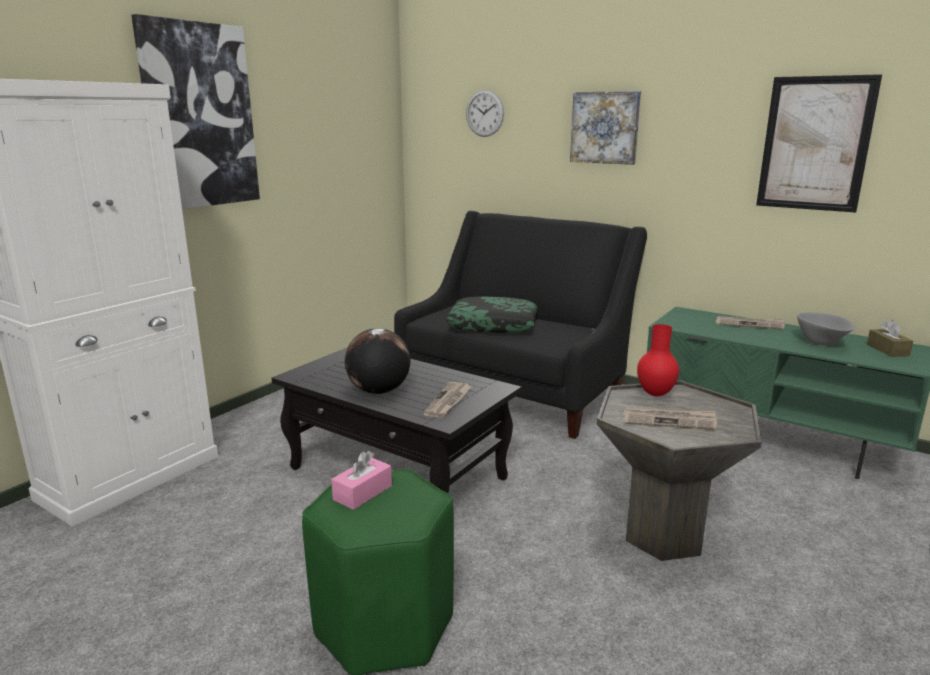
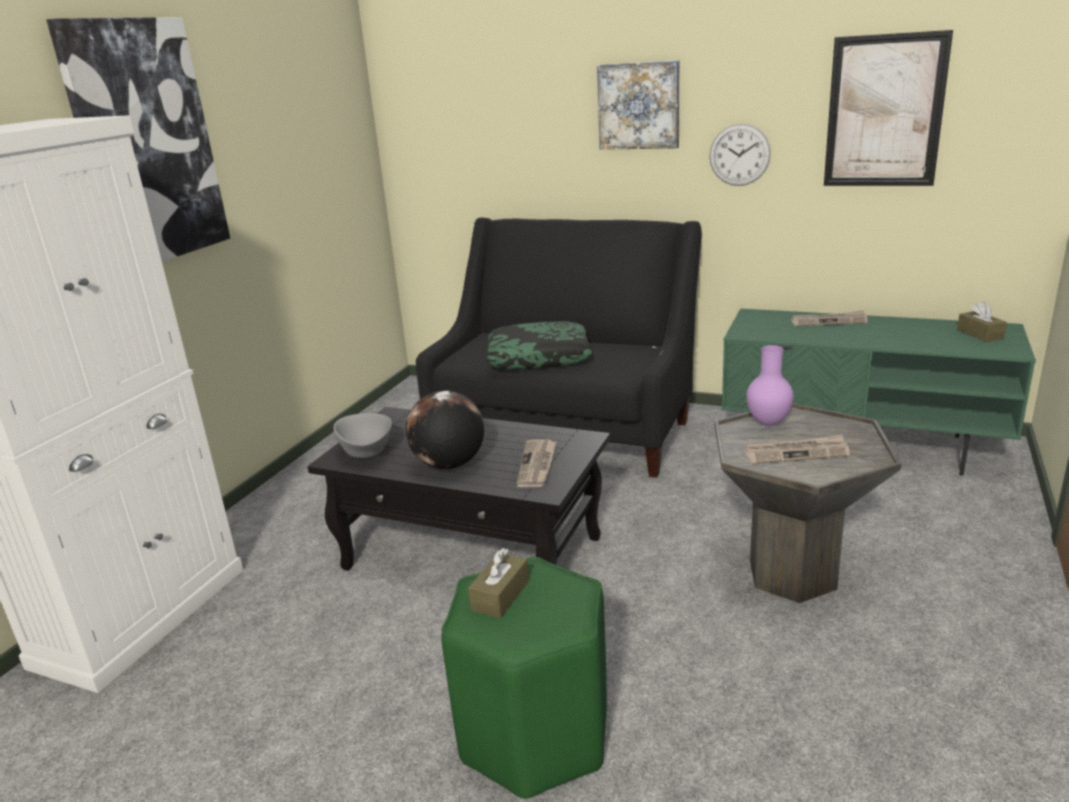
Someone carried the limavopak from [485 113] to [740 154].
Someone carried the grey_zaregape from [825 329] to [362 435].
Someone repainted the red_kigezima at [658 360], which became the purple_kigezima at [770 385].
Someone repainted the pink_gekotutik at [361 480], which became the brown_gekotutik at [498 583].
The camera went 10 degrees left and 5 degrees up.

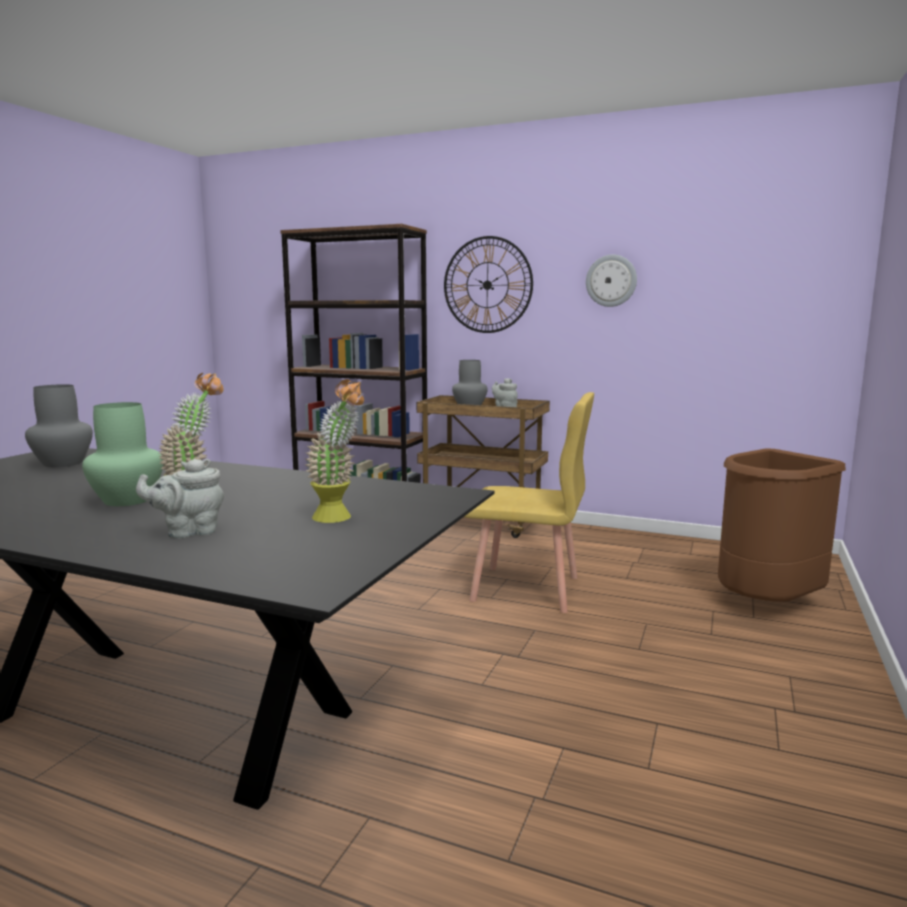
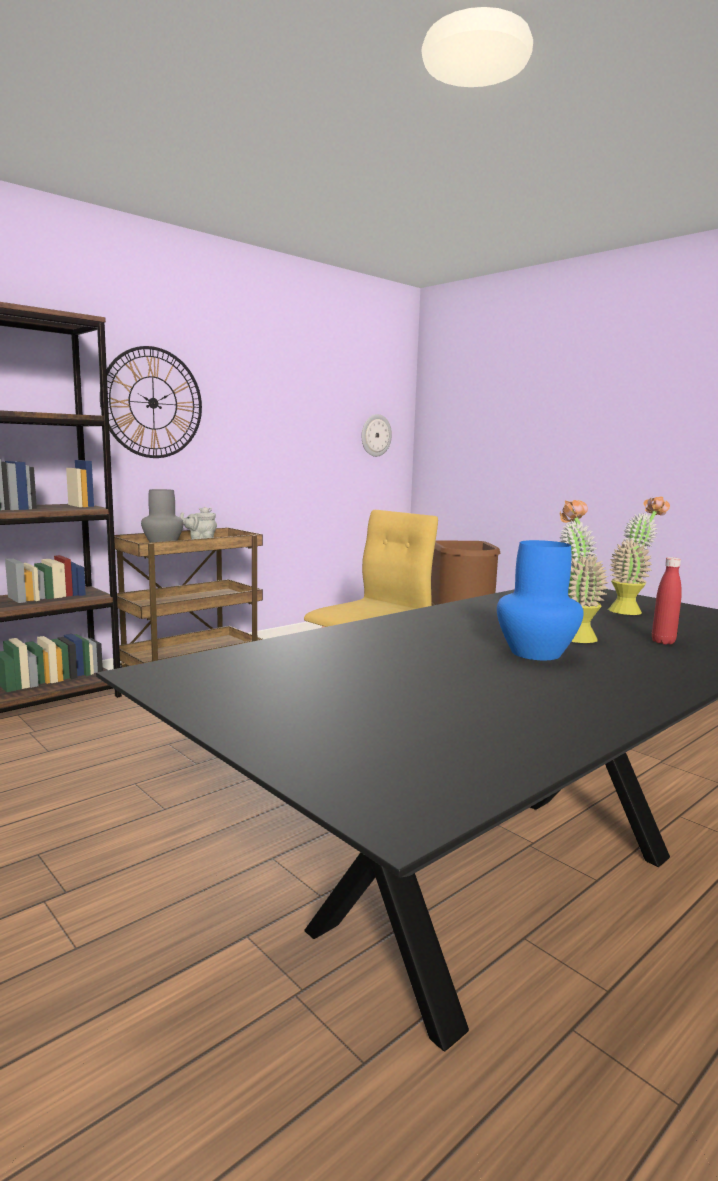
Someone carried the limavopak from [611 281] to [377 435].
Someone took away the grey_kigezima at [59 425].
Someone repainted the green_kigezima at [122 454], which became the blue_kigezima at [540 600].
Someone swapped the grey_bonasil at [180 498] for the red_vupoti at [667 600].
The camera went 65 degrees left and 0 degrees up.

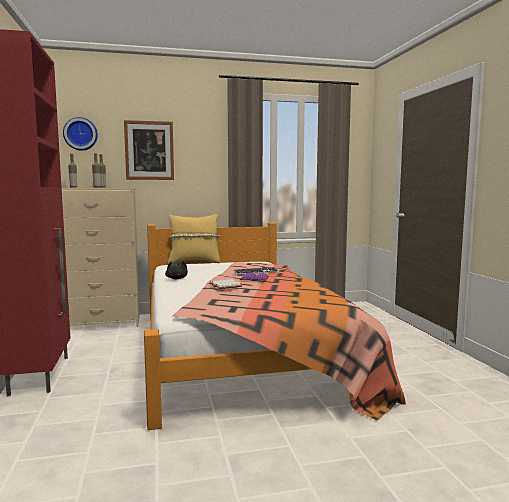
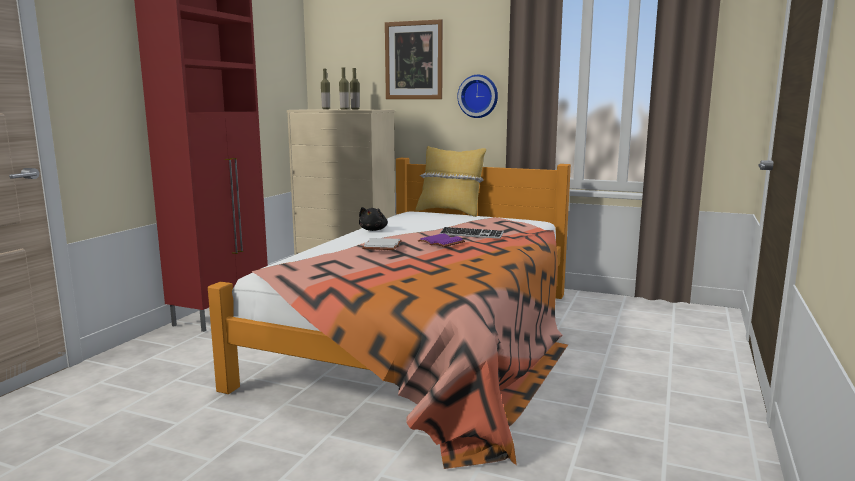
Someone carried the limavopak from [80 134] to [477 96].
The camera went 35 degrees right and 5 degrees up.

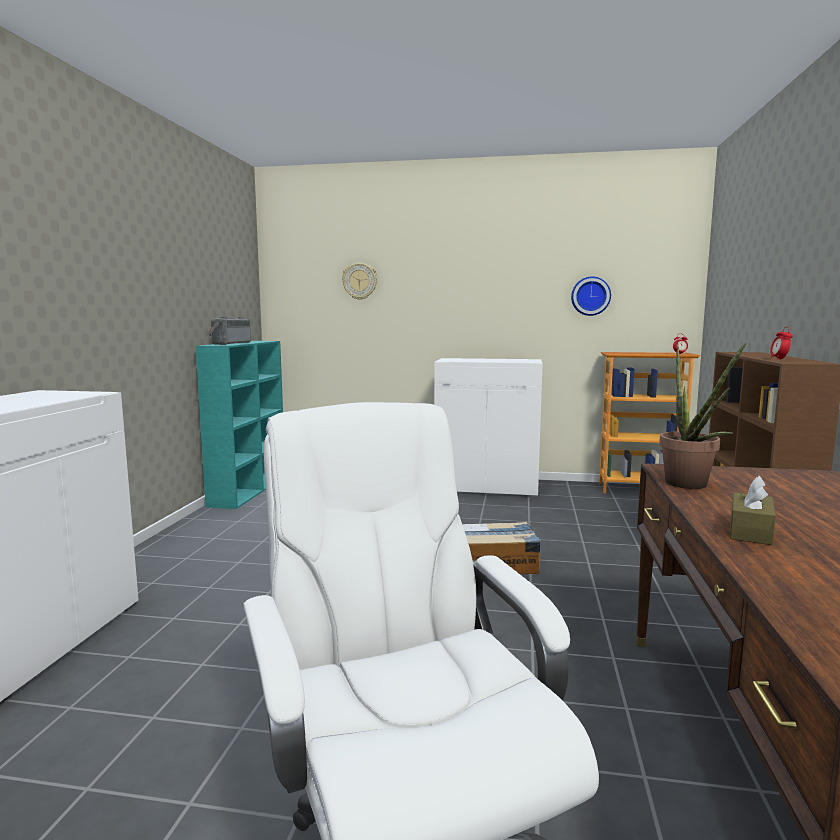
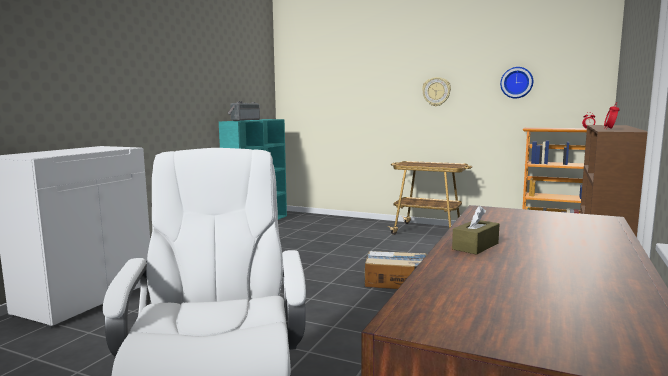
Someone carried the limavopak from [359 281] to [436 91].
Someone took away the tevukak at [703 416].
Someone swapped the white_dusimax at [488 428] for the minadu at [429 198].
The camera went 15 degrees right and 0 degrees up.

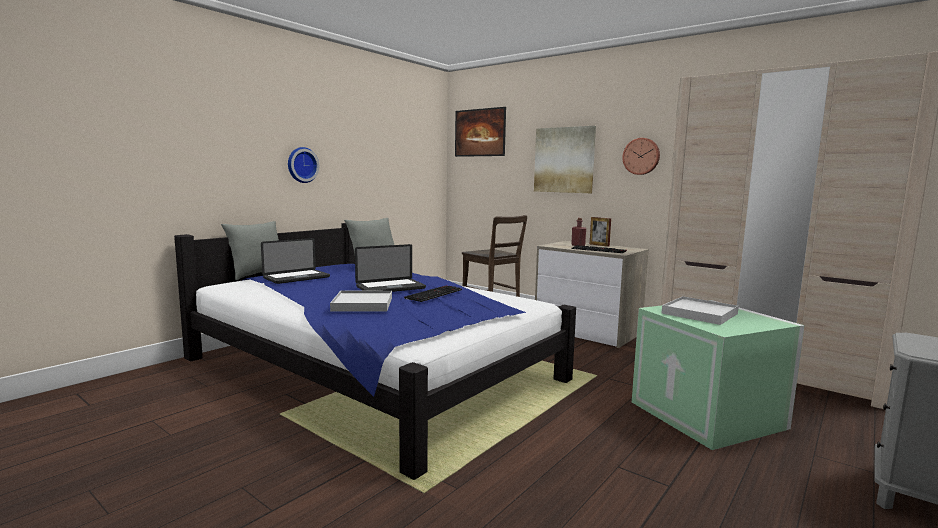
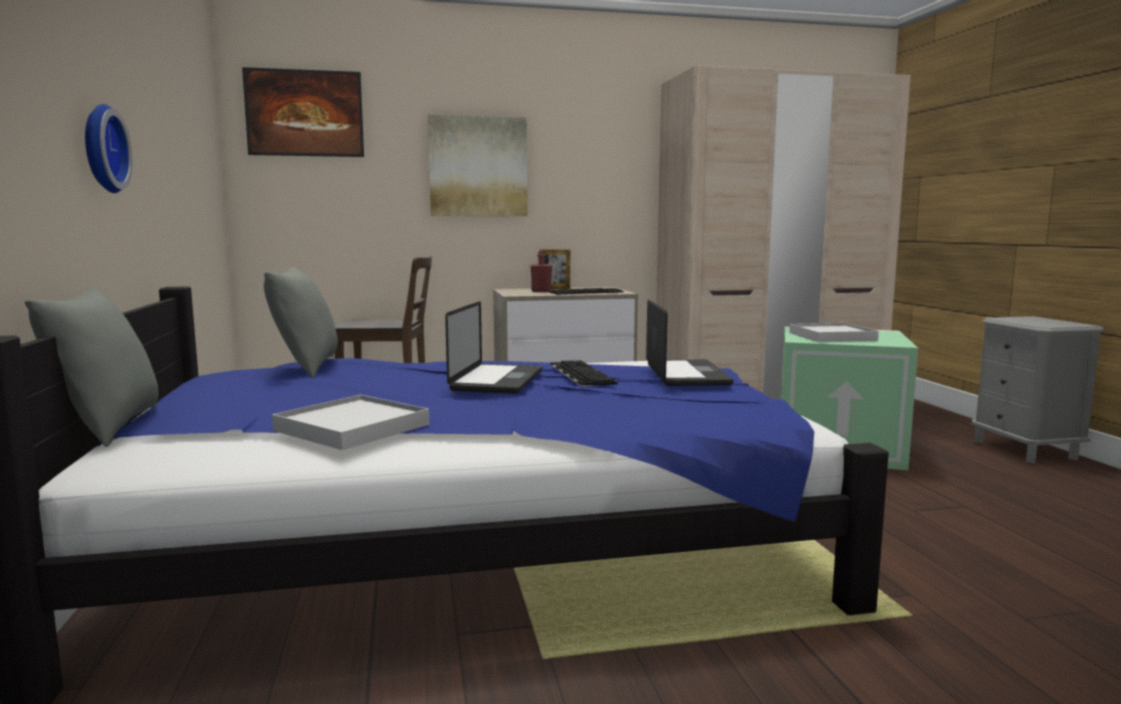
Someone took away the limavopak at [641 156].
Someone carried the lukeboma from [295 261] to [690 343].
Someone carried the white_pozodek from [361 301] to [351 422].
The camera went 50 degrees left and 0 degrees up.

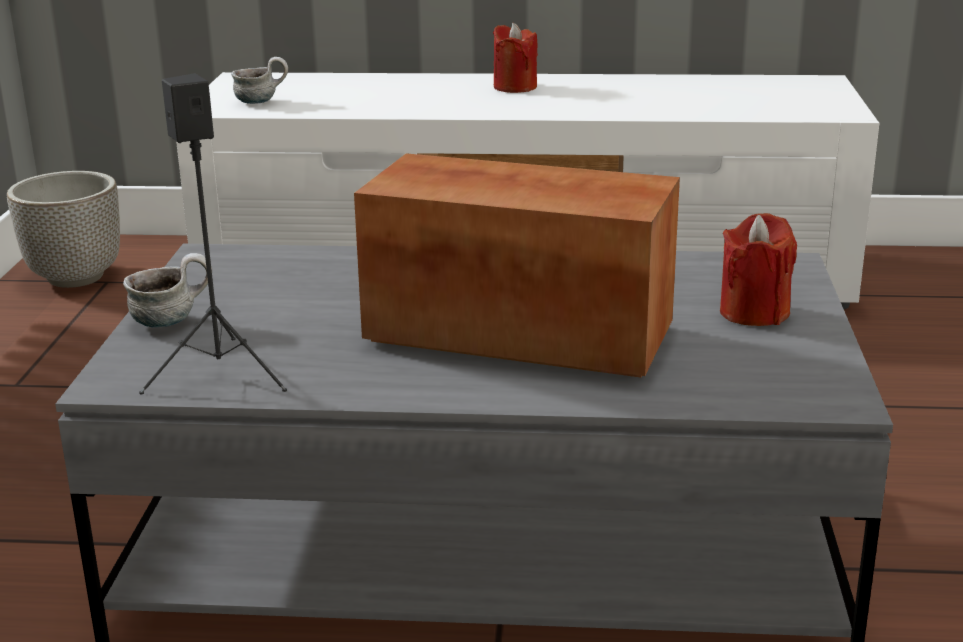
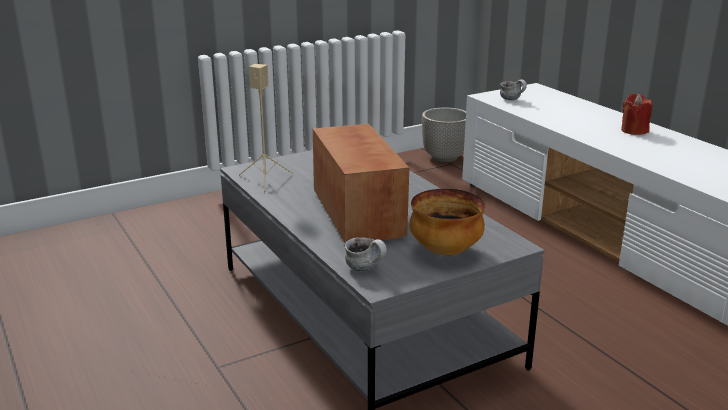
Someone repainted the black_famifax at [213 233], which became the beige_famifax at [266 128].
Someone swapped the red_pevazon at [758 269] for the zaregape at [447 222].
Someone carried the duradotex from [167 290] to [366 254].
The camera went 55 degrees right and 0 degrees up.

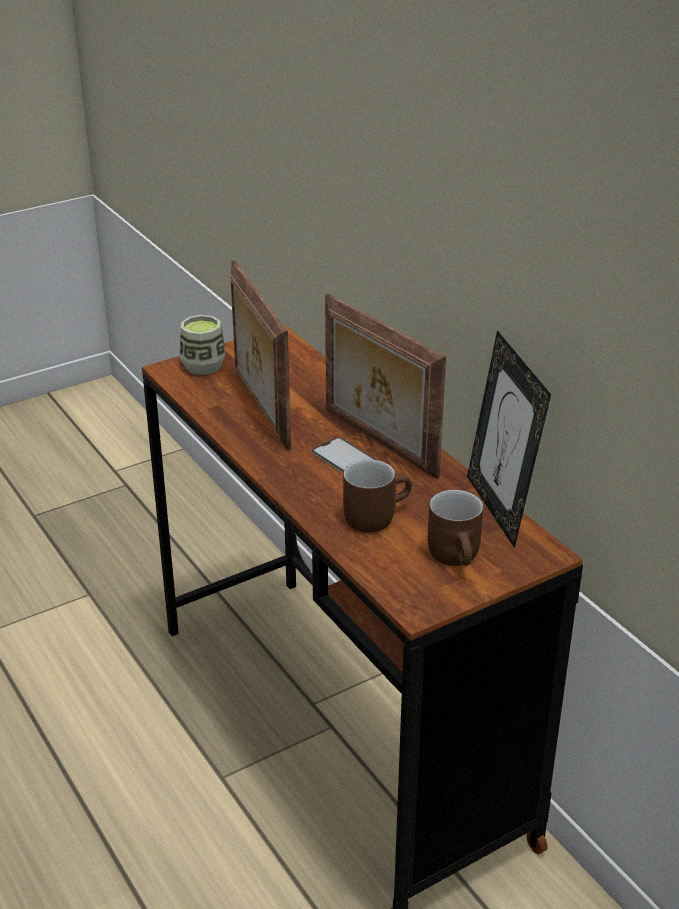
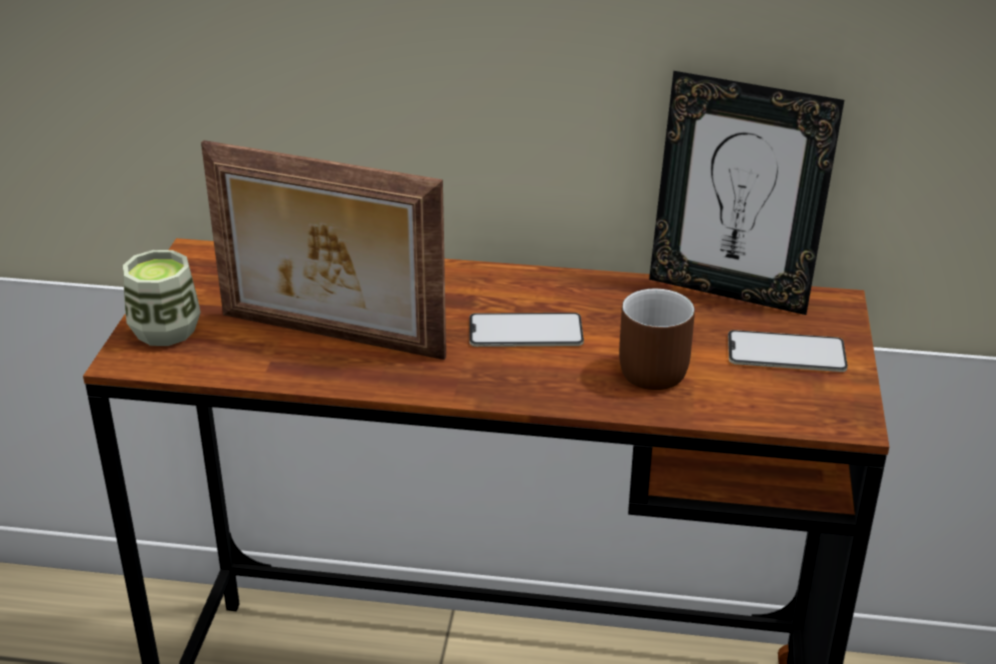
Someone took away the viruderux at [385 386].
Someone swapped the brown_duradotex at [455 528] for the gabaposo at [788 351].
The camera went 50 degrees left and 0 degrees up.

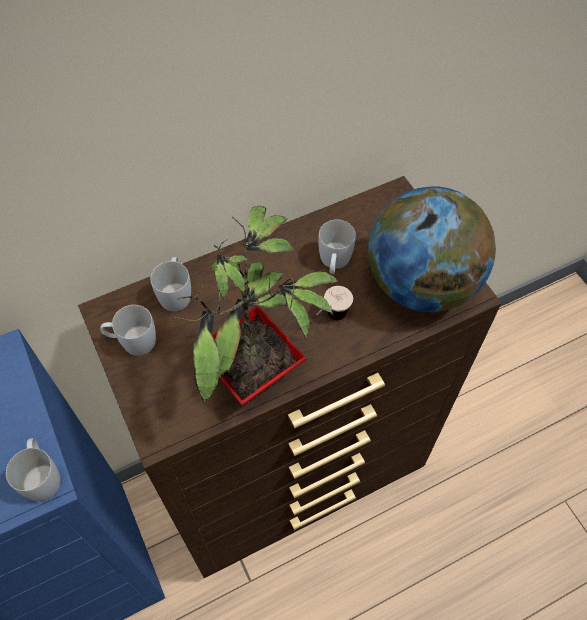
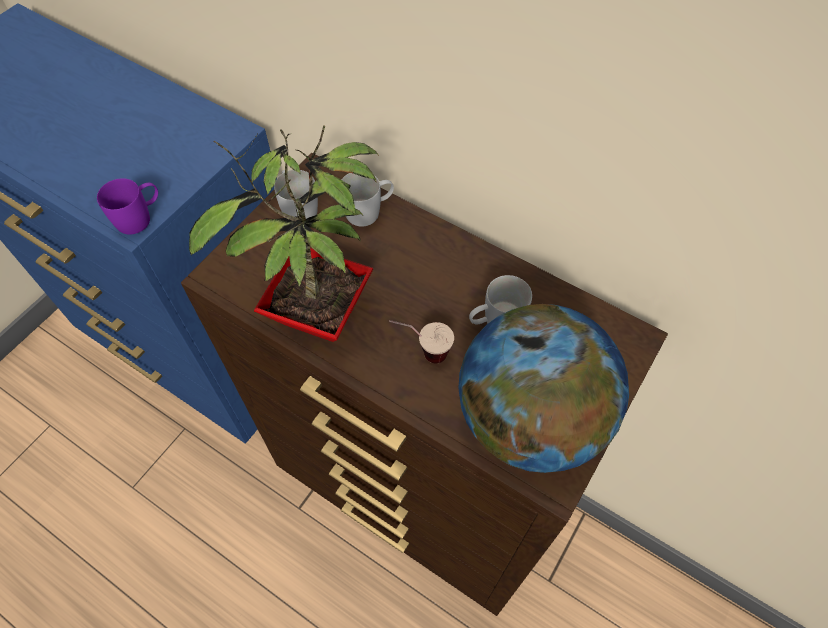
Someone repainted the white_duradotex at [33 469], which became the purple_duradotex at [127 206].
The camera went 60 degrees right and 0 degrees up.

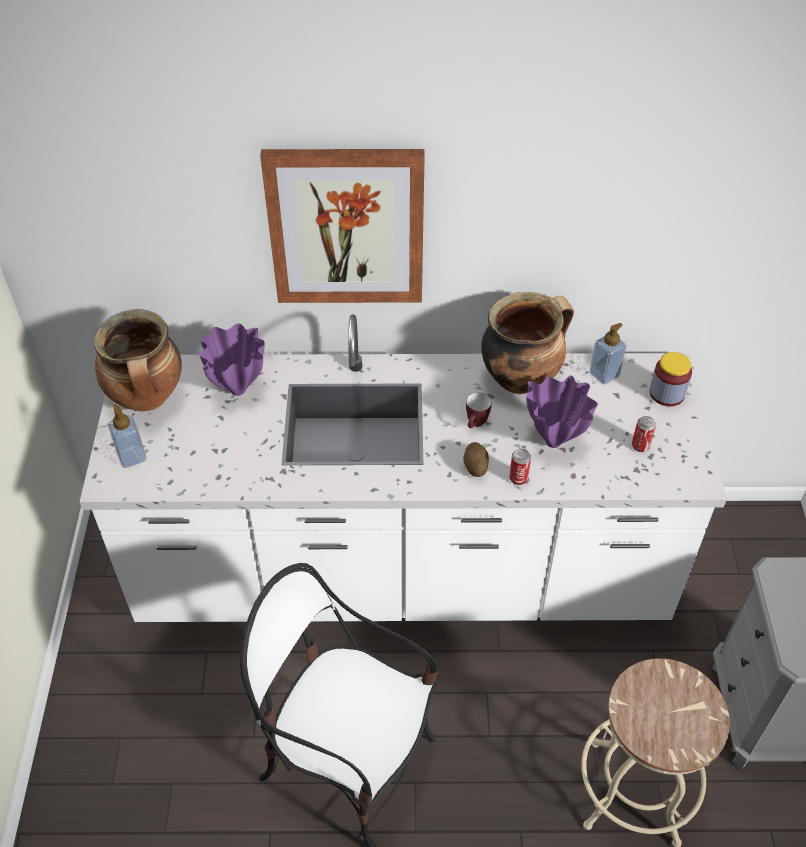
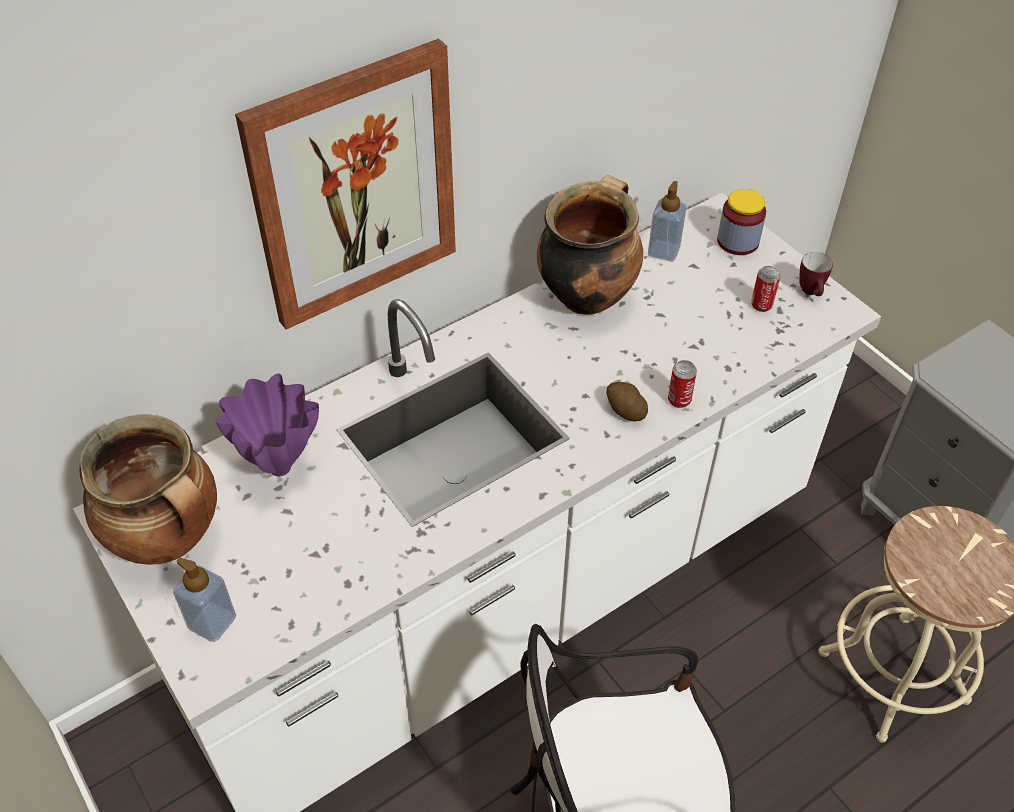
Someone took away the purple_kigezima at [562 412].
Someone carried the duradotex from [479 410] to [816 274].
The camera went 35 degrees left and 0 degrees up.

